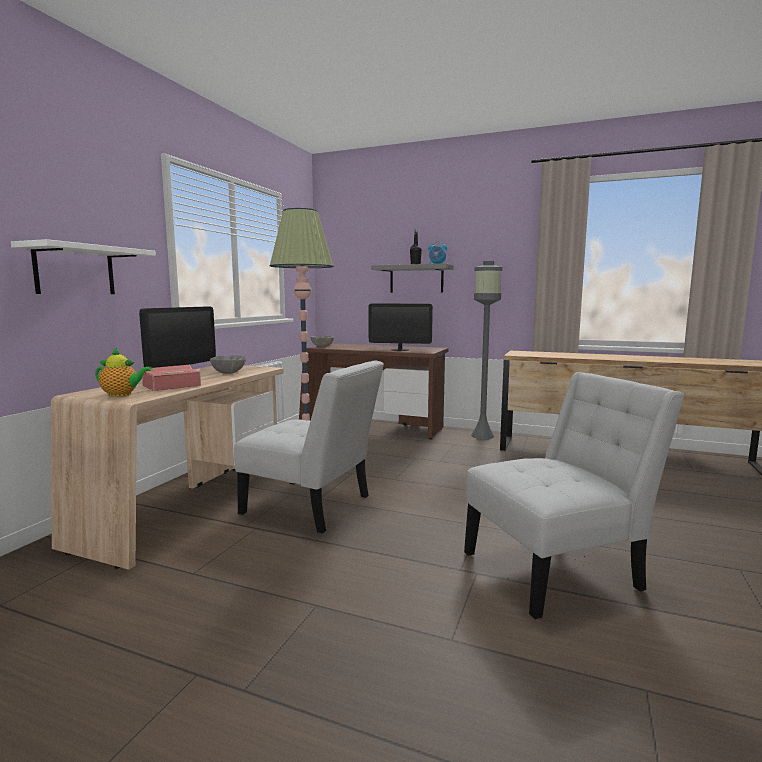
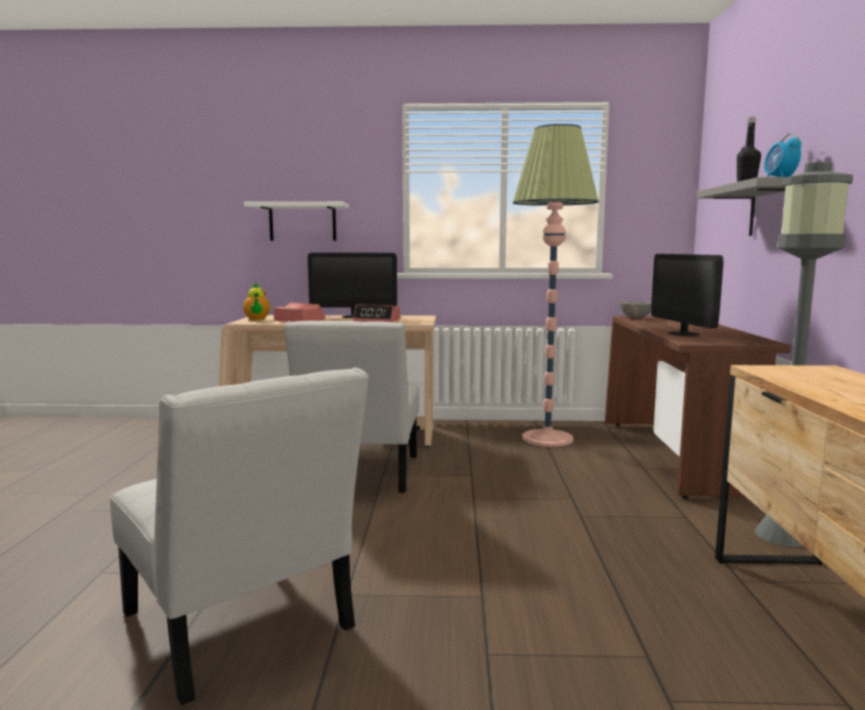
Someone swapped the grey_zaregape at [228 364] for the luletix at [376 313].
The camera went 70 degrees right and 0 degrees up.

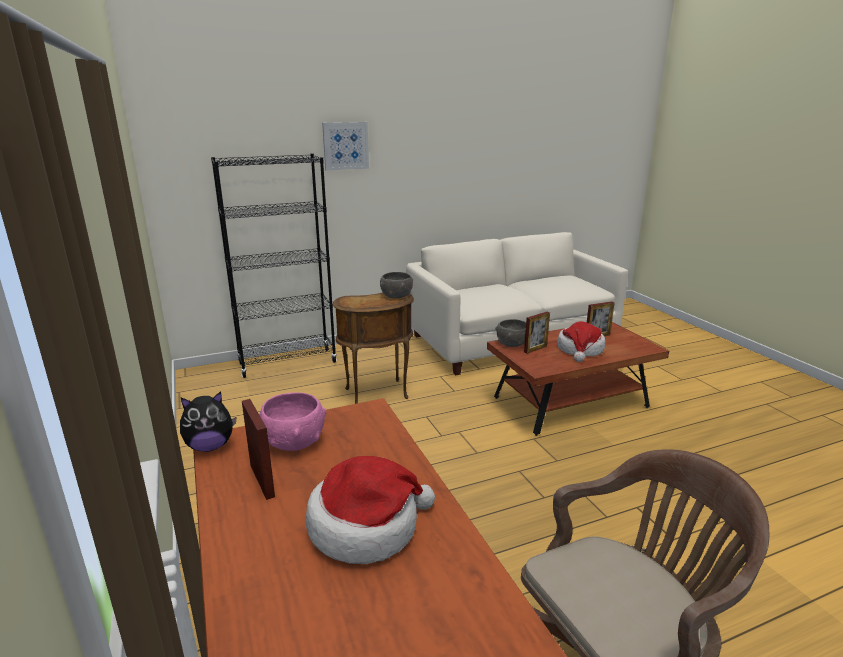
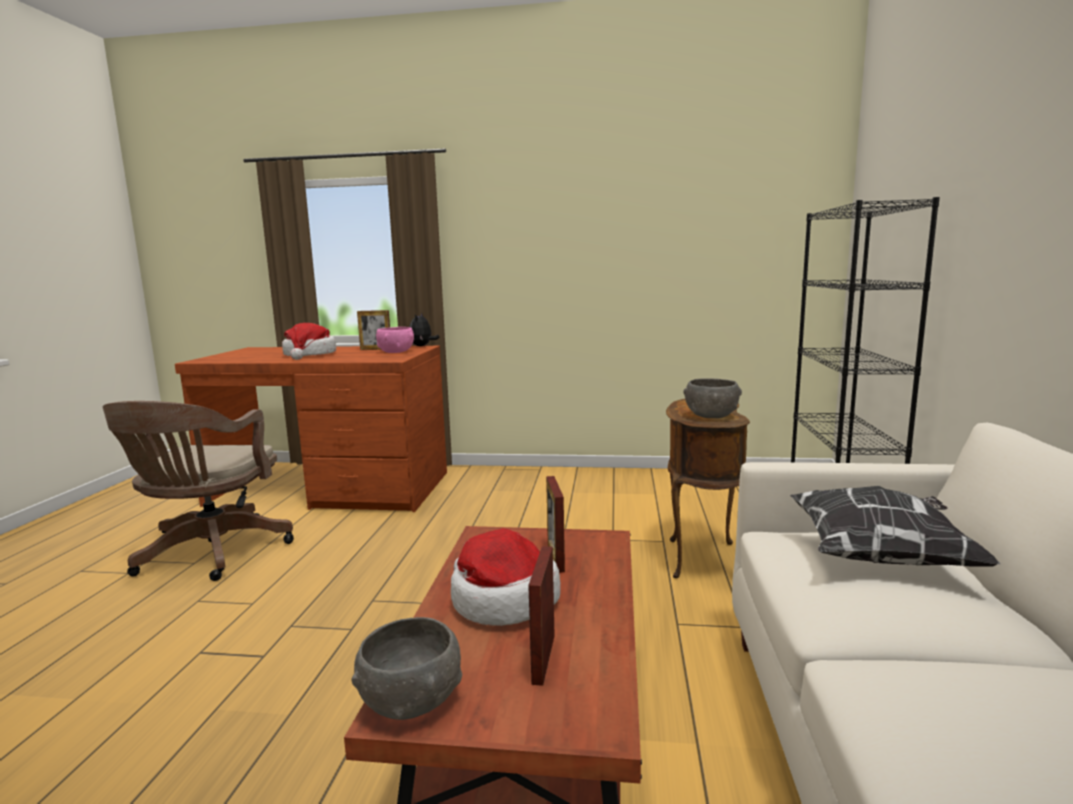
Someone took away the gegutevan at [345 146].
Someone carried the grey_zaregape from [510 333] to [406 668].
Someone put down the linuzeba at [895 526].
The camera went 120 degrees right and 10 degrees down.

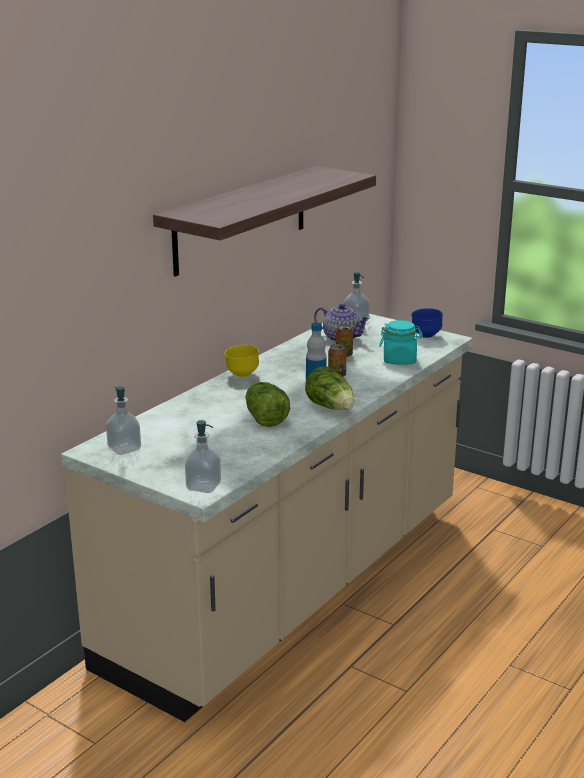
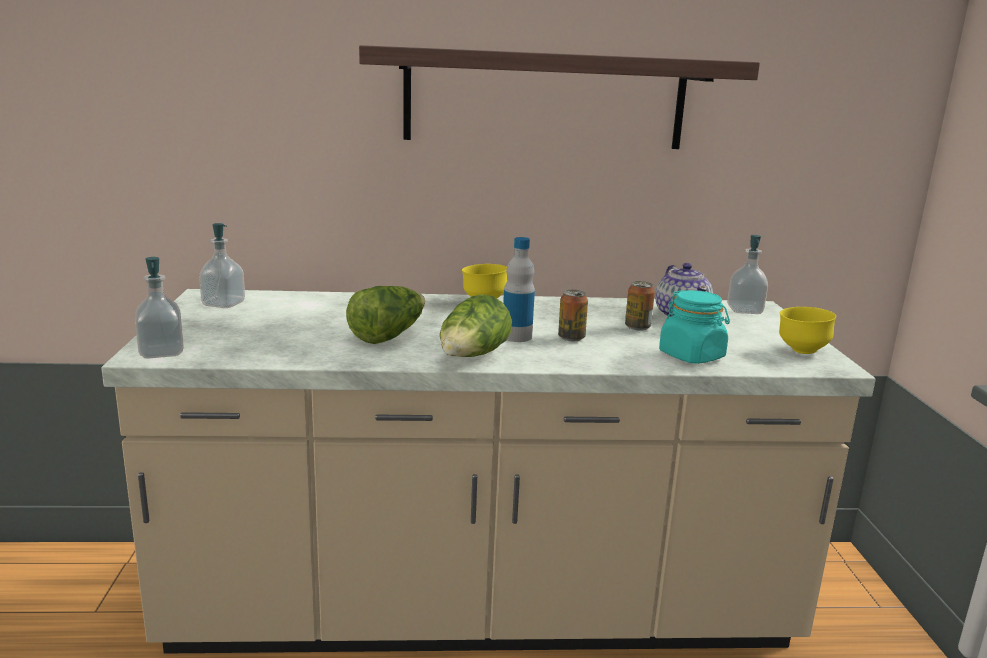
Someone repainted the blue_zaregape at [427 323], which became the yellow_zaregape at [807 330].
The camera went 50 degrees right and 5 degrees down.

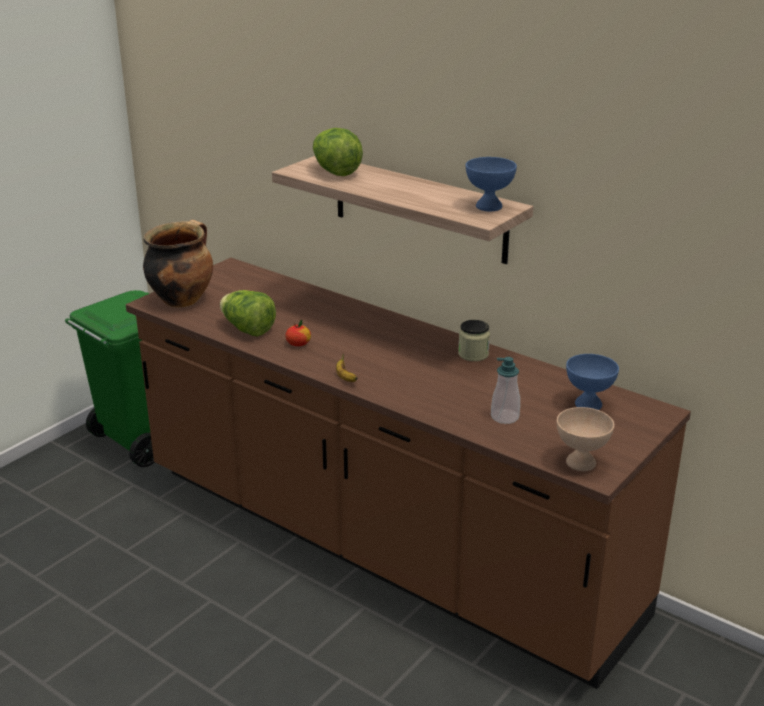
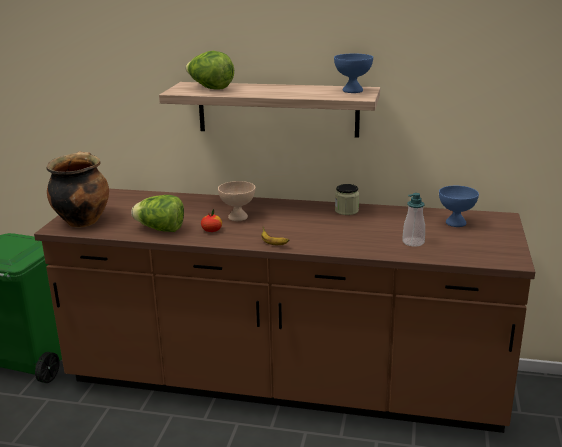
Someone carried the beige_zaregape from [585 439] to [236 201].
The camera went 25 degrees left and 5 degrees down.

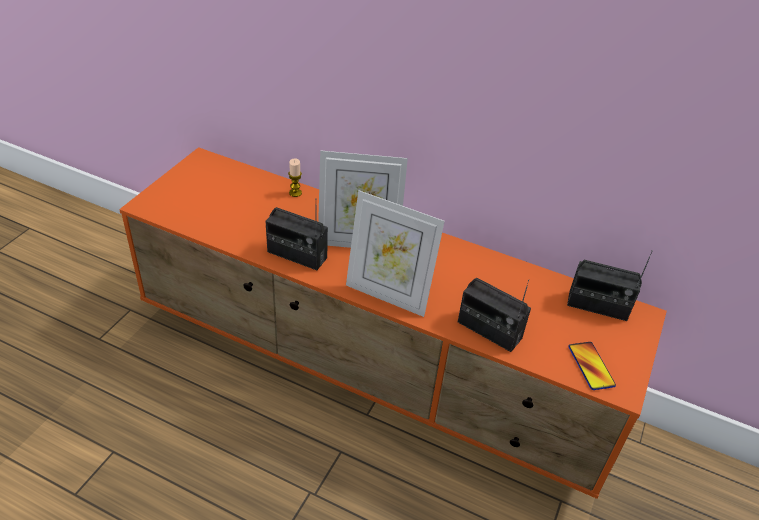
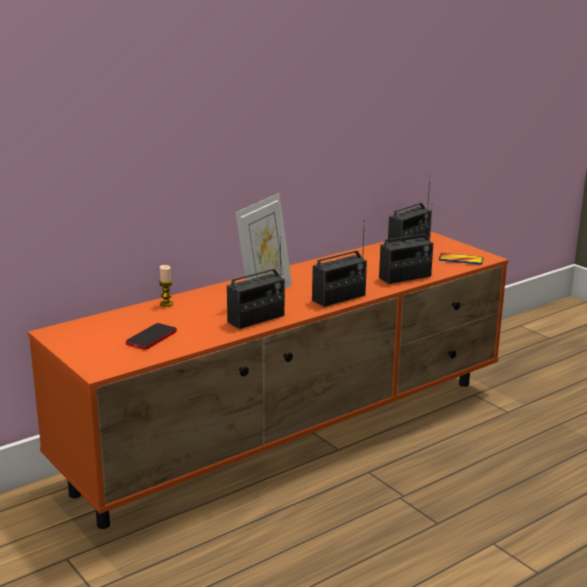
Someone swapped the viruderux at [395 253] for the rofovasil at [339 263].
Someone put down the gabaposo at [151 336].
The camera went 60 degrees left and 20 degrees down.

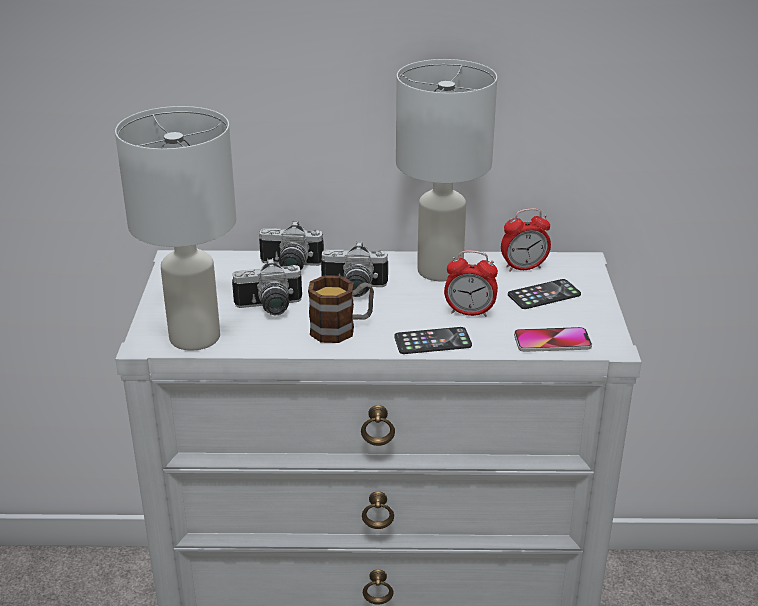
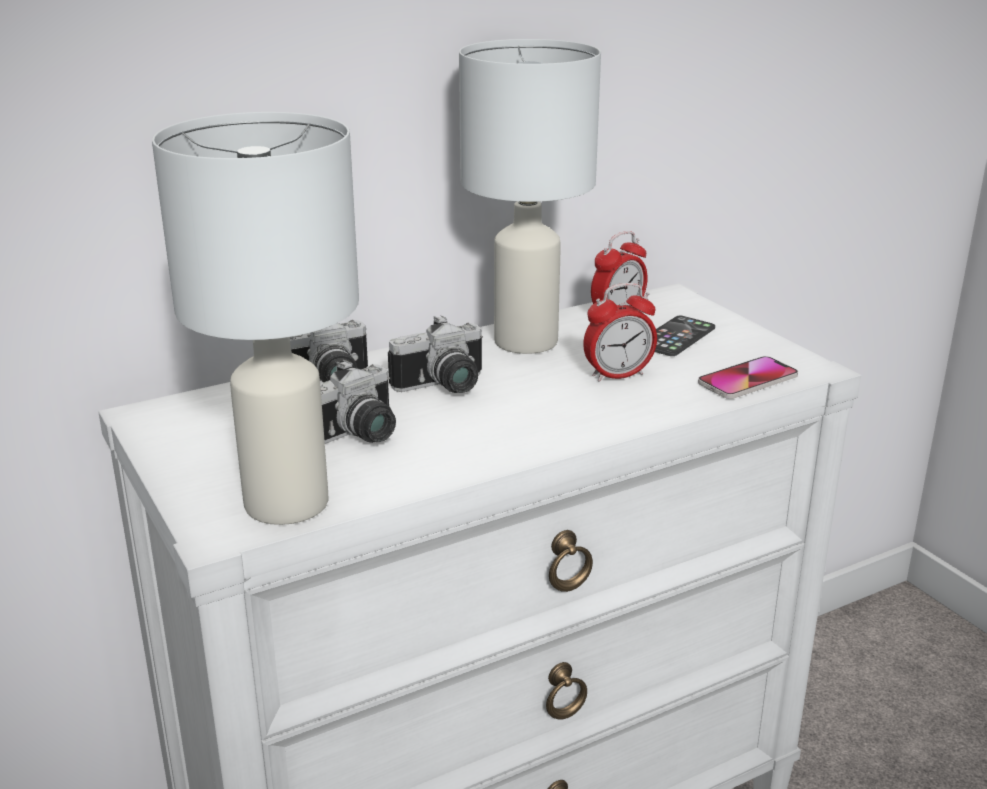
Someone took away the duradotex at [341 309].
Someone took away the gabaposo at [433 340].
The camera went 30 degrees left and 5 degrees down.

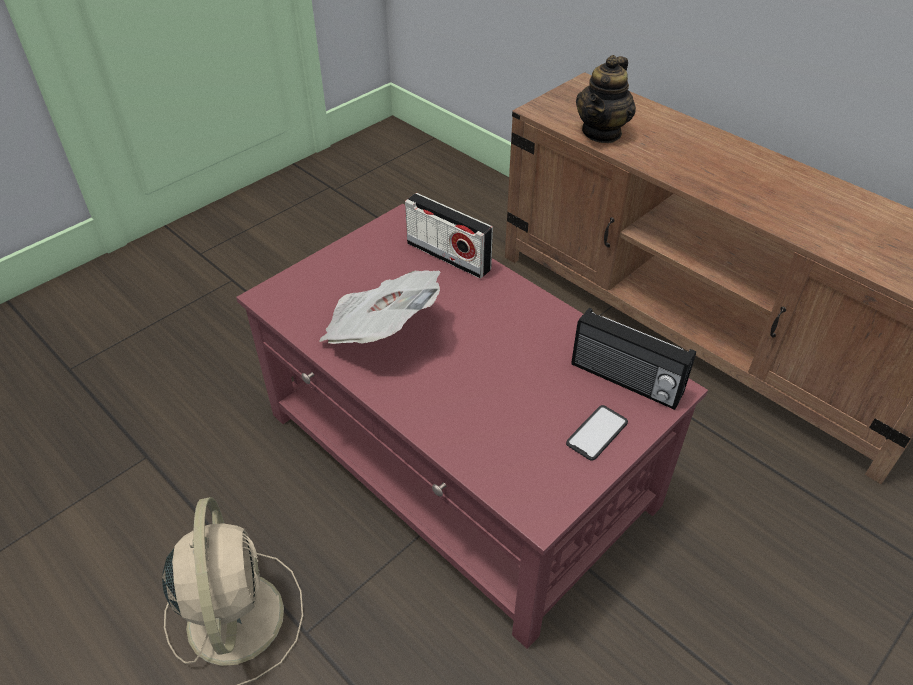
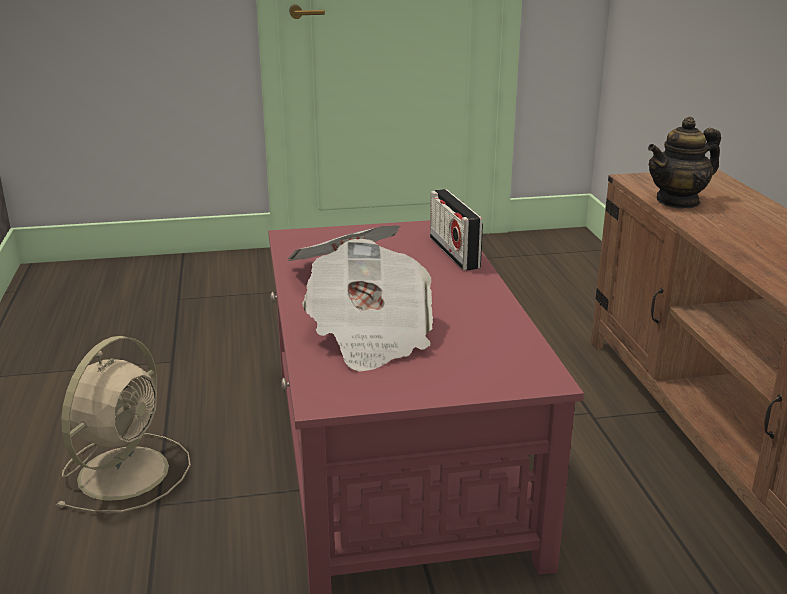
Someone took away the rofovasil at [633 359].
Someone took away the gabaposo at [597 433].
Someone put down the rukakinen at [368 305].
The camera went 35 degrees right and 20 degrees down.

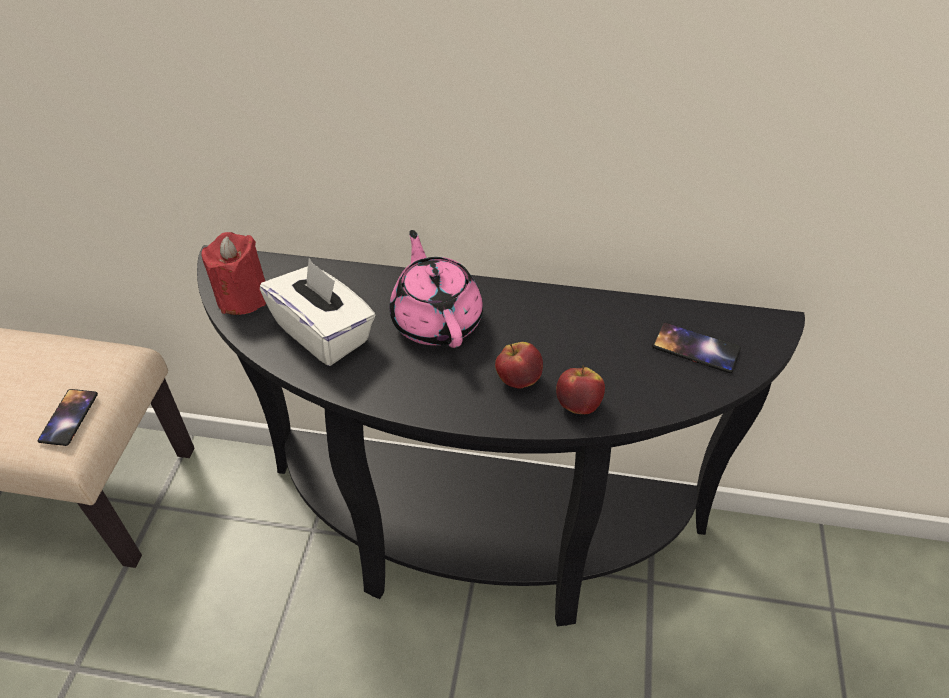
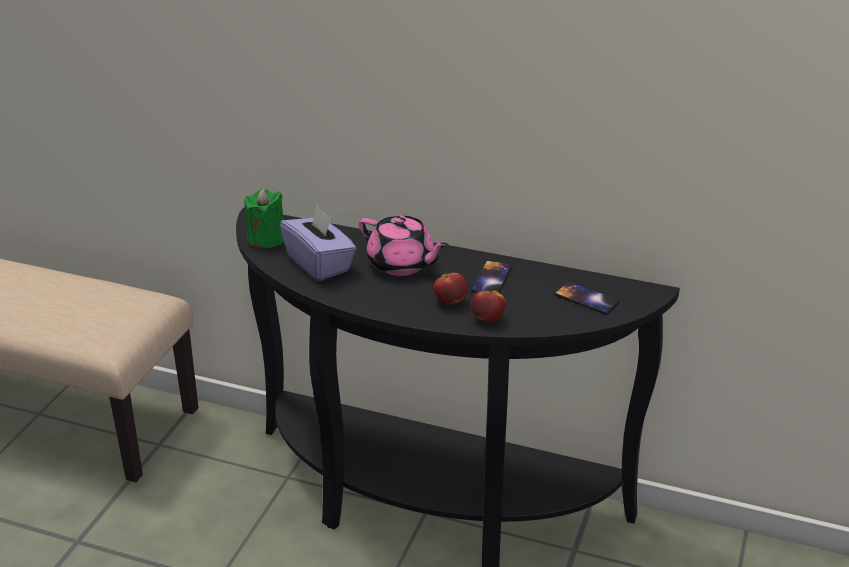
Someone rotated the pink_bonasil at [436 289] by 135 degrees clockwise.
Someone repainted the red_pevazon at [234 273], which became the green_pevazon at [264 218].
Someone repainted the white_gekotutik at [318 312], which became the purple_gekotutik at [318 243].
Someone carried the gabaposo from [68 417] to [492 277].
The camera went 10 degrees right and 15 degrees down.

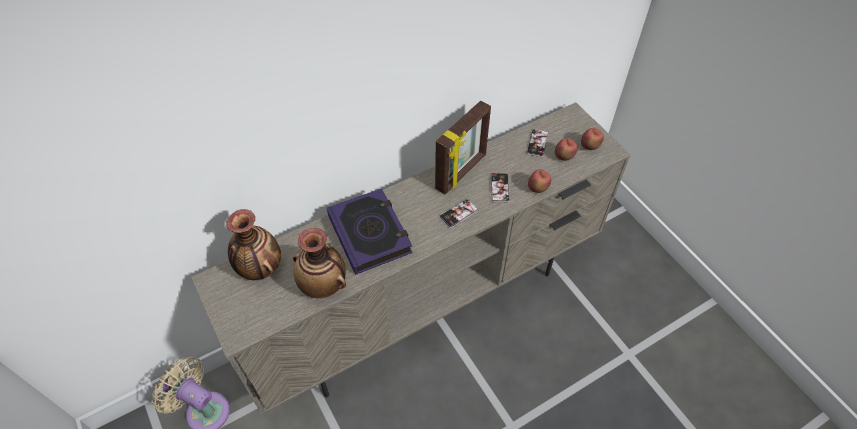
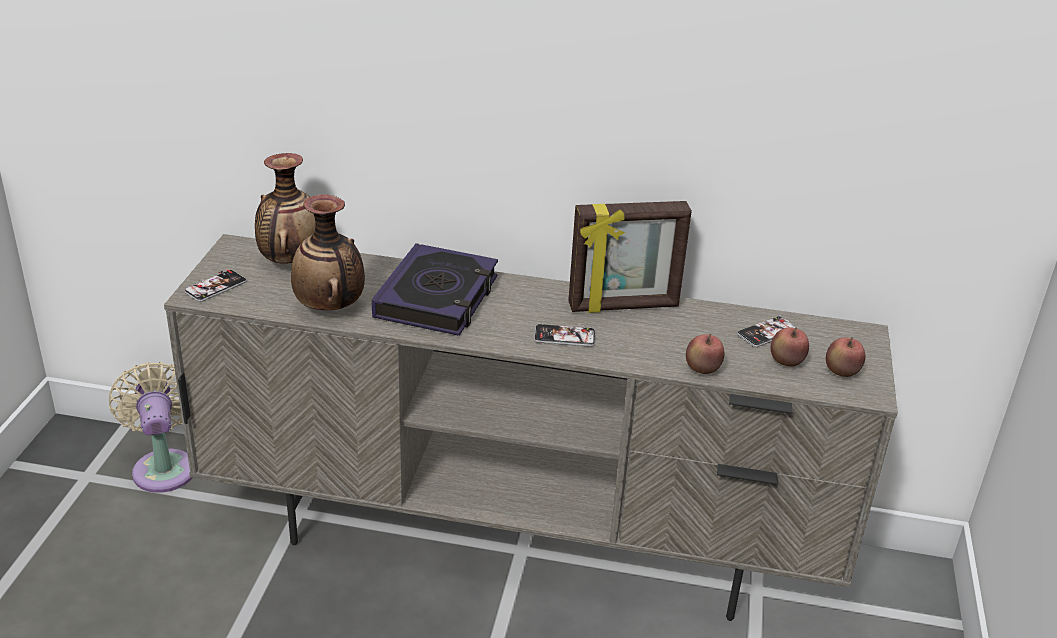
Someone carried the gabaposo from [500 187] to [215 285].
The camera went 40 degrees right and 20 degrees down.

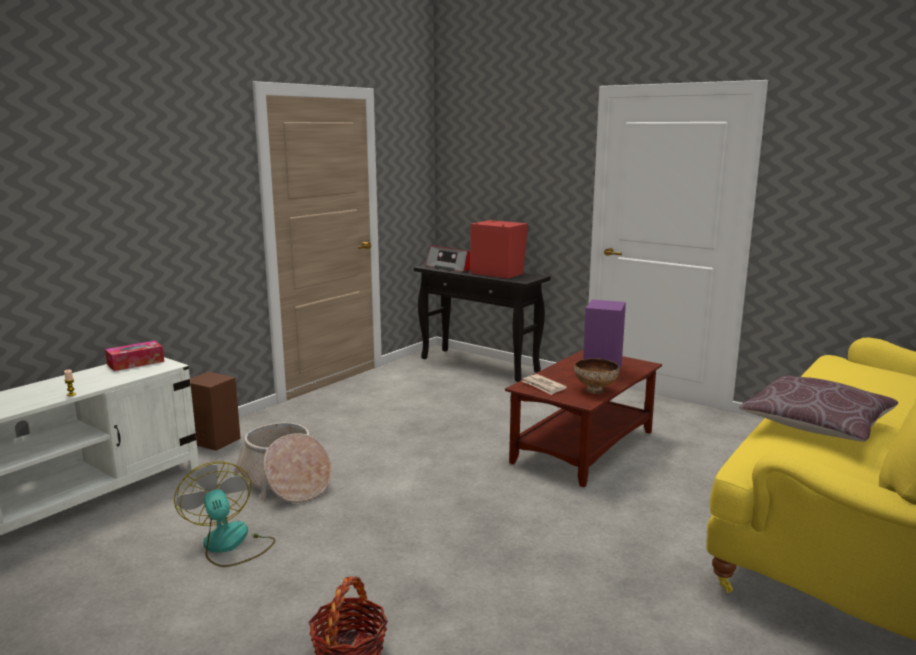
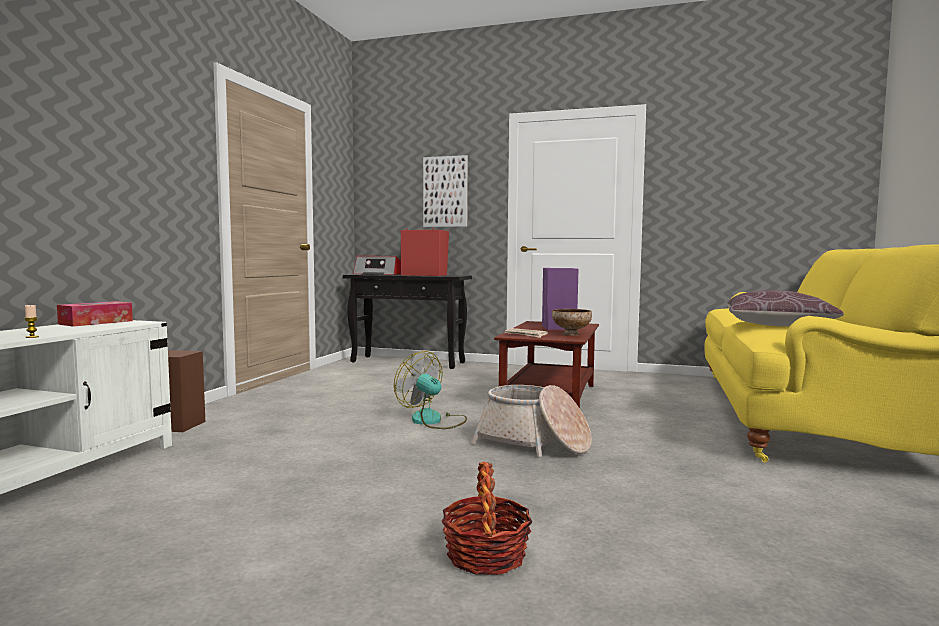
Someone carried the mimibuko from [282 463] to [531 421].
Someone carried the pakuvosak from [225 514] to [430 390].
Someone put up the gegutevan at [445 191].
The camera went 20 degrees left and 10 degrees down.

